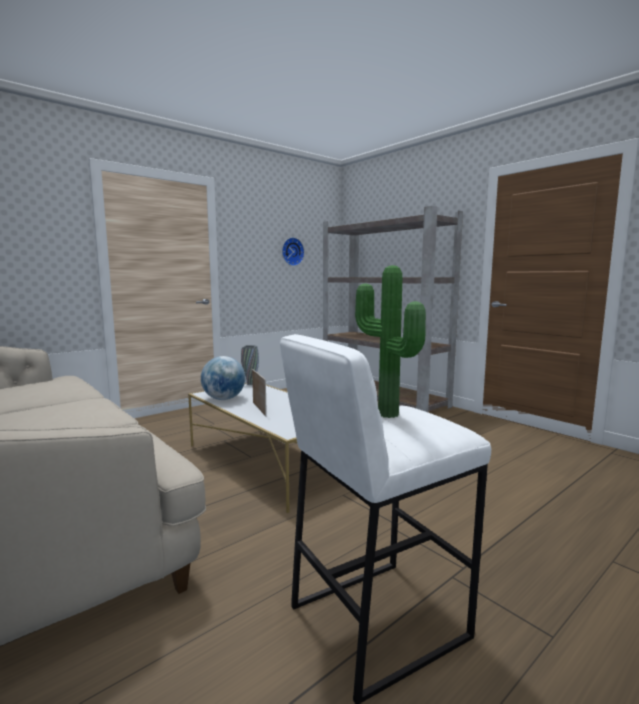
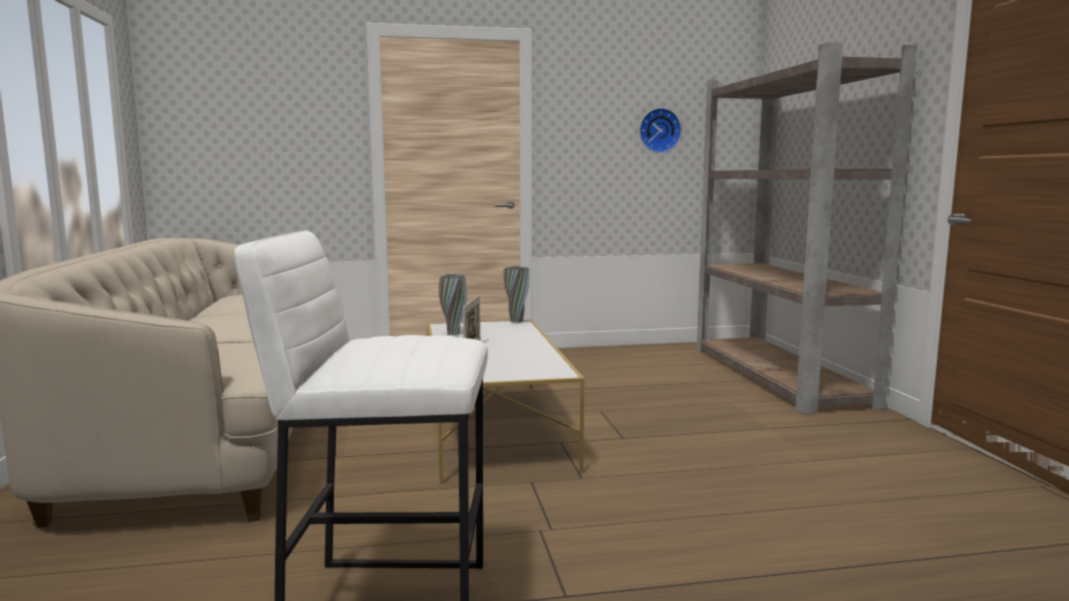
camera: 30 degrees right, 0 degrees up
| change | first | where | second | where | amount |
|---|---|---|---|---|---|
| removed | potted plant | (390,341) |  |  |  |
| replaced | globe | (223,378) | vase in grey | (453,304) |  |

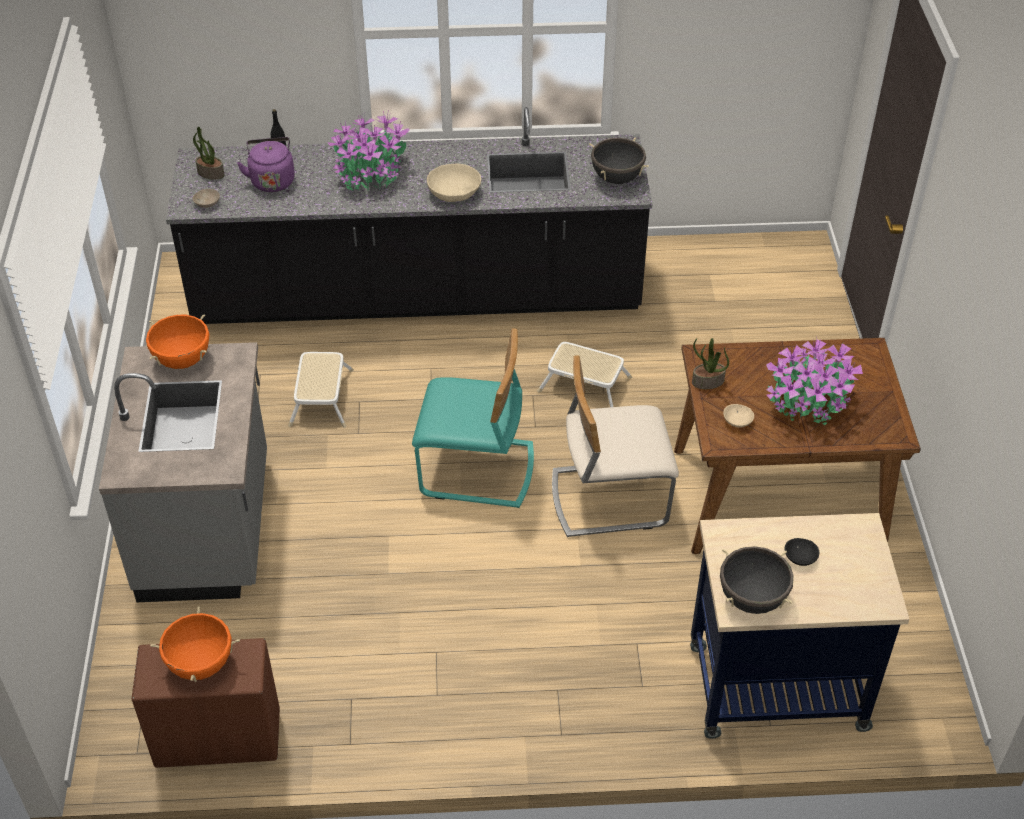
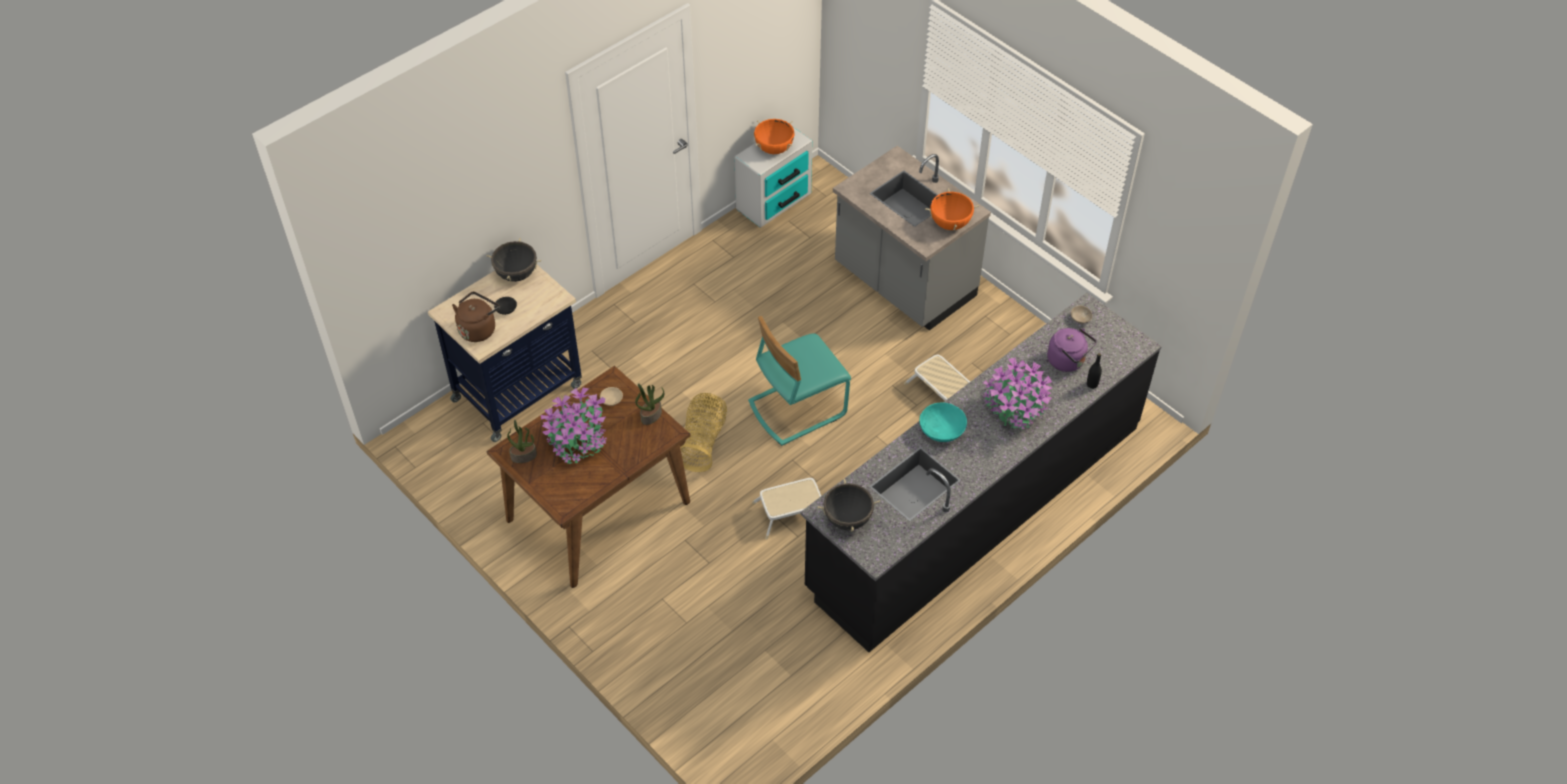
camera: 140 degrees right, 5 degrees up
| change | first | where | second | where | amount |
|---|---|---|---|---|---|
| added |  |  | kettle in brown | (476,317) |  |
| moved | potted plant | (209,153) |  | (522,441) |  |
| replaced | chair in beige | (615,446) | basket | (703,432) |  |
| recoloured | nightstand in brown | (206,703) | nightstand in white | (773,176) |  |
| recoloured | bowl in beige | (454,183) | bowl in turquoise | (943,422) |  |

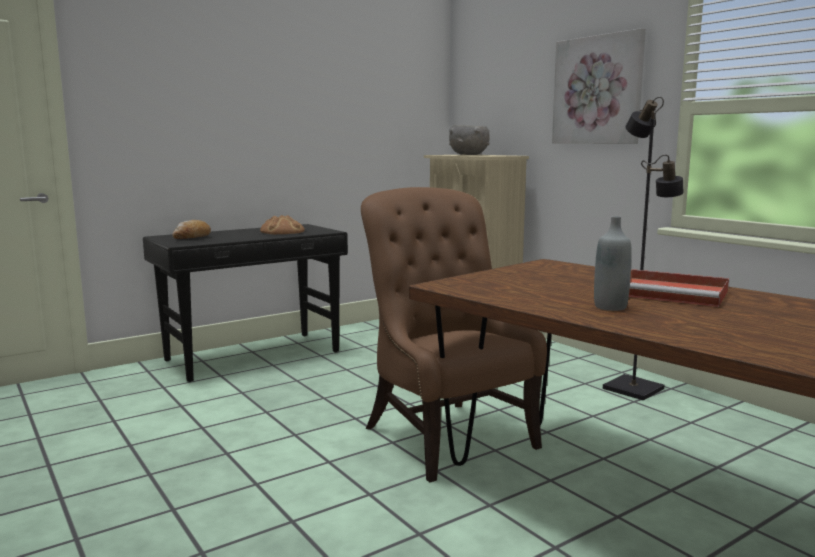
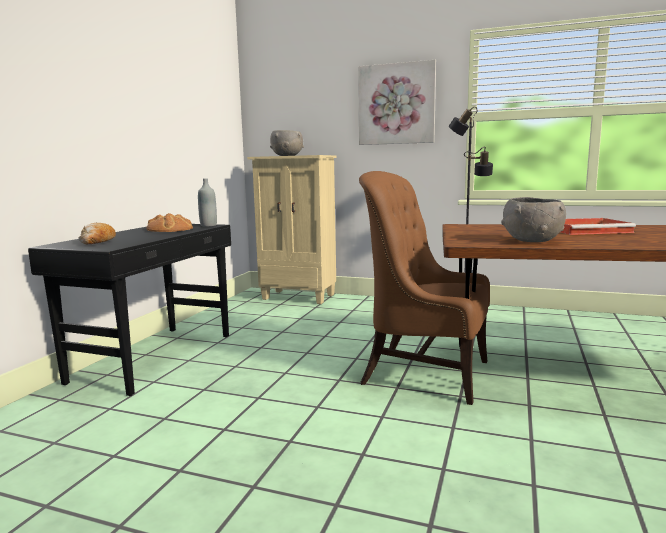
camera: 35 degrees left, 0 degrees up
| change | first | where | second | where | amount |
|---|---|---|---|---|---|
| added |  |  | bowl in grey | (533,219) |  |
| moved | bottle in grey | (613,263) |  | (207,202) |  |

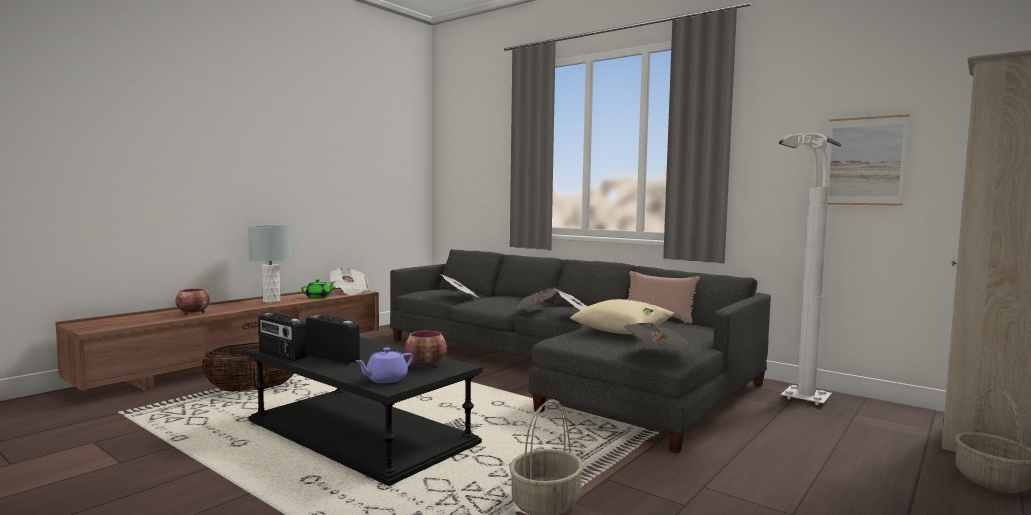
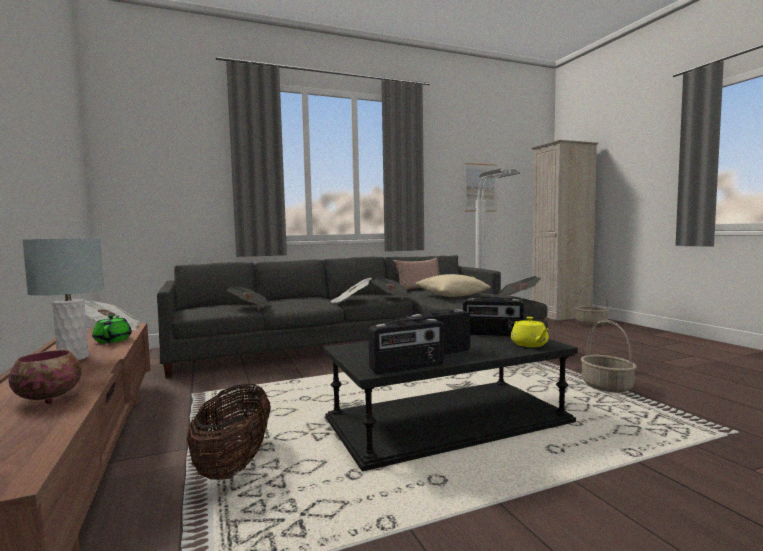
camera: 60 degrees left, 0 degrees up
| change | first | where | second | where | amount |
|---|---|---|---|---|---|
| replaced | bowl | (426,349) | radio | (493,316) |  |
| recoloured | teapot in purple | (384,365) | teapot in yellow | (530,332) |  |

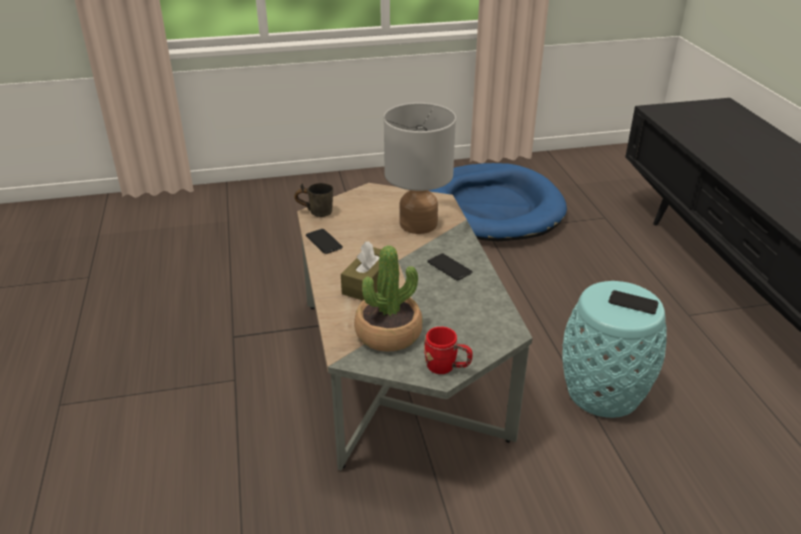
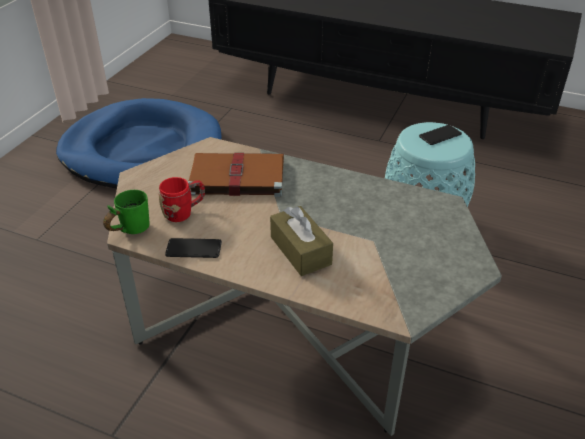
camera: 55 degrees left, 5 degrees up
| change | first | where | second | where | amount |
|---|---|---|---|---|---|
| removed | potted plant | (388,298) |  |  |  |
| removed | phone | (449,266) |  |  |  |
| moved | mug in red | (448,350) |  | (181,199) |  |
| replaced | table lamp in grey | (420,168) | book in brown | (236,175) |  |
| recoloured | mug in grey | (313,200) | mug in green | (126,212) |  |

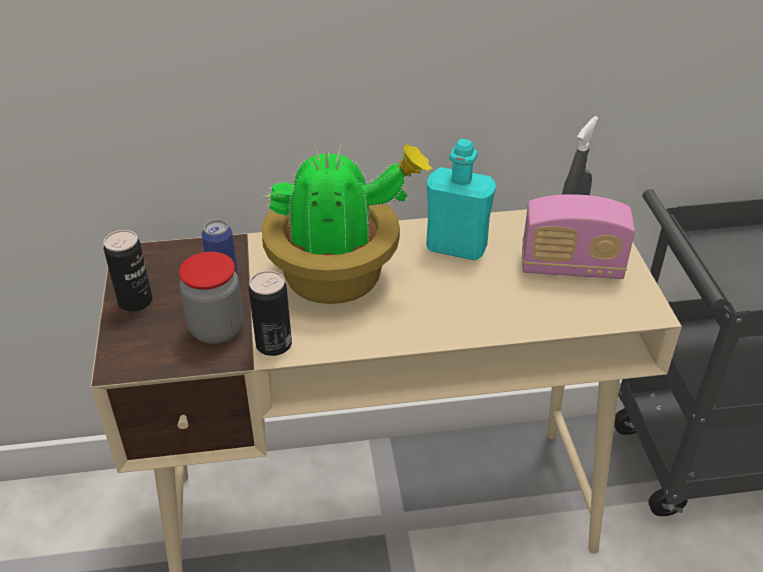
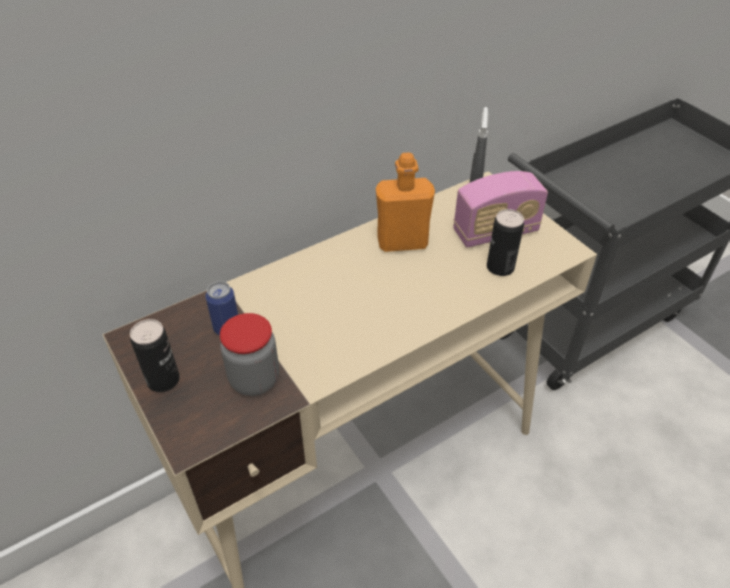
camera: 25 degrees left, 5 degrees up
| change | first | where | second | where | amount |
|---|---|---|---|---|---|
| removed | potted plant | (346,223) |  |  |  |
| moved | can | (270,313) |  | (505,242) |  |
| recoloured | bottle in turquoise | (461,199) | bottle in orange | (405,202) |  |

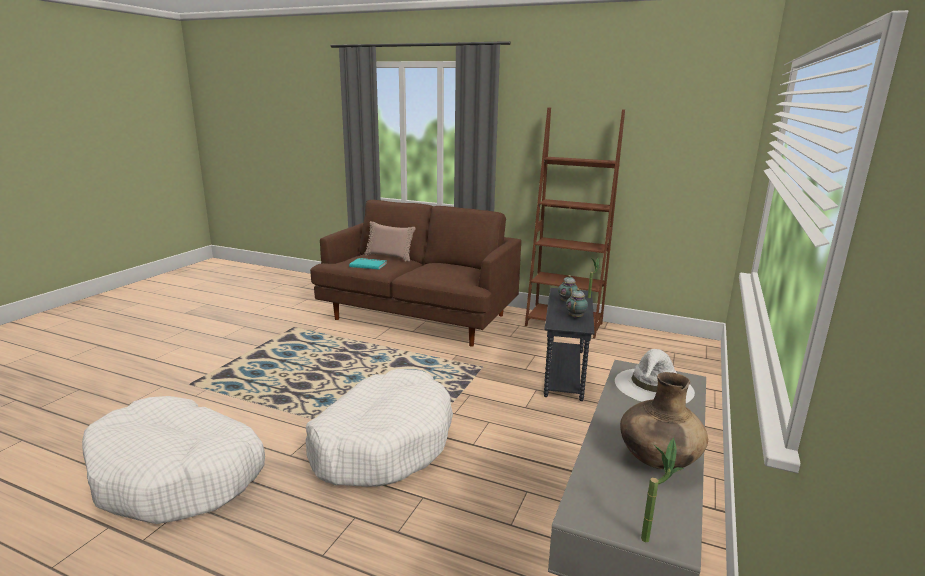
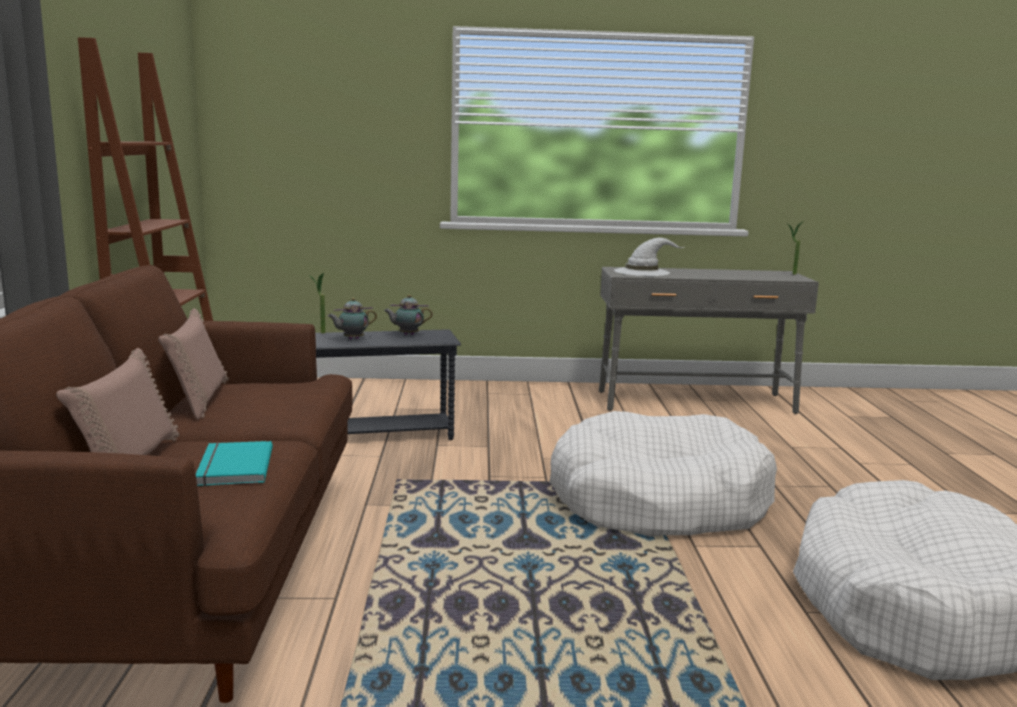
camera: 115 degrees left, 5 degrees down
| change | first | where | second | where | amount |
|---|---|---|---|---|---|
| removed | vase in brown | (664,420) |  |  |  |
| added |  |  | pillow in beige | (193,364) |  |

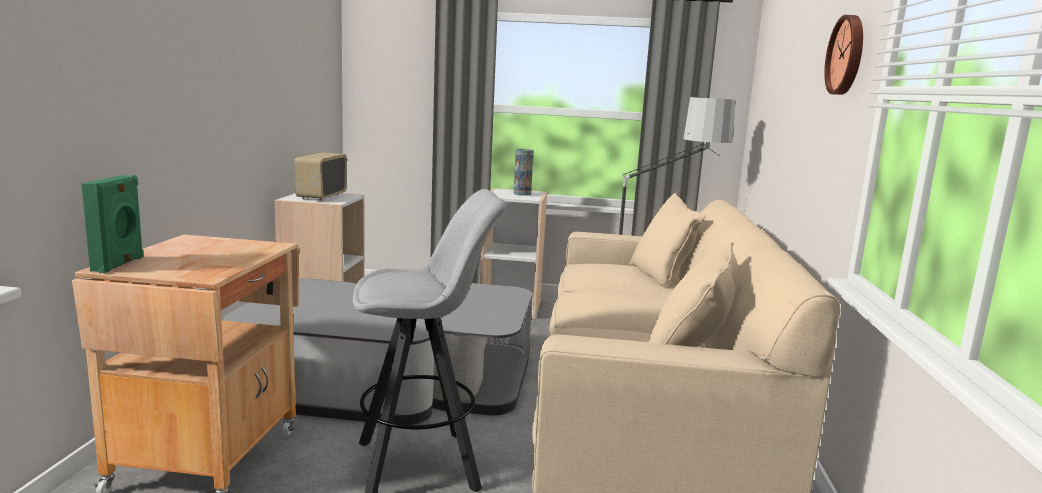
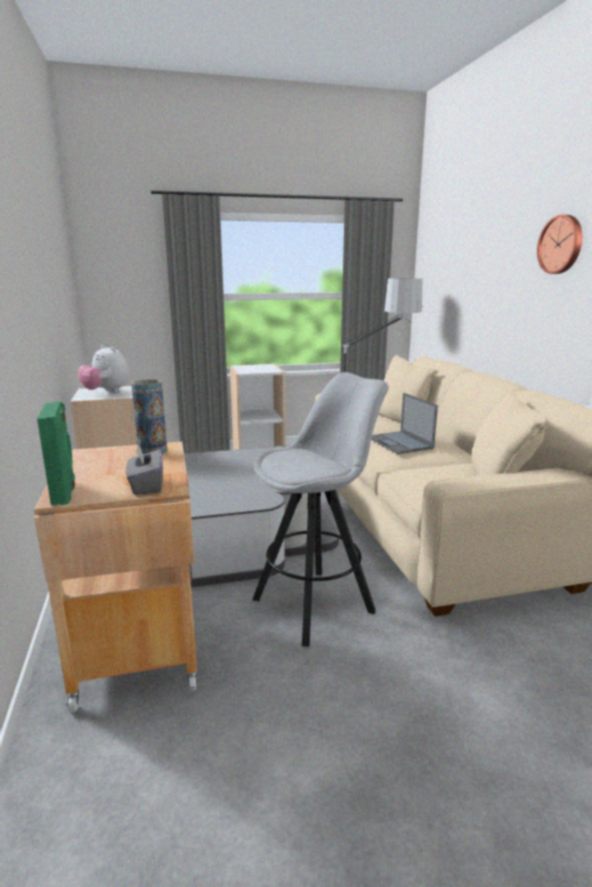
camera: 20 degrees left, 5 degrees up
| change | first | where | second | where | amount |
|---|---|---|---|---|---|
| added |  |  | tissue box in grey | (144,469) |  |
| added |  |  | laptop | (404,423) |  |
| moved | vase | (524,172) |  | (149,416) |  |
| replaced | radio | (320,176) | plush toy | (103,369) |  |

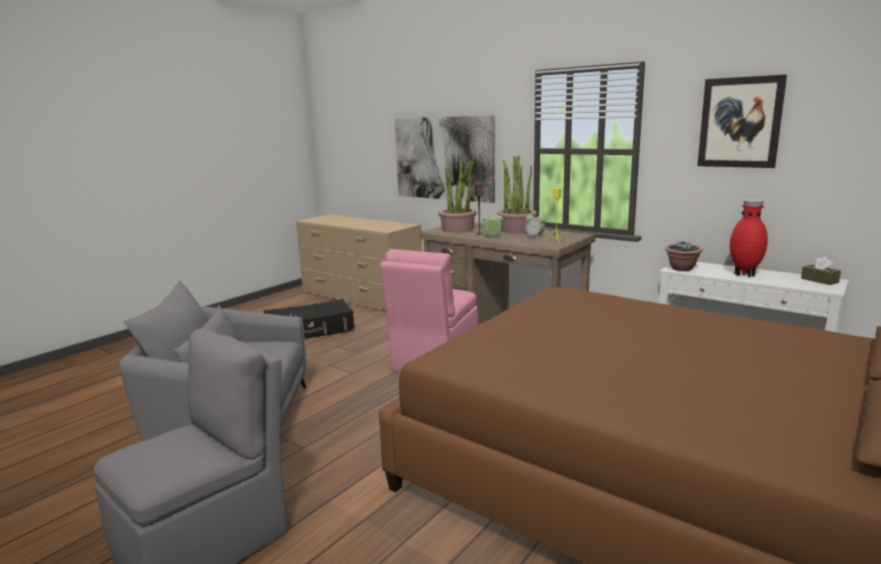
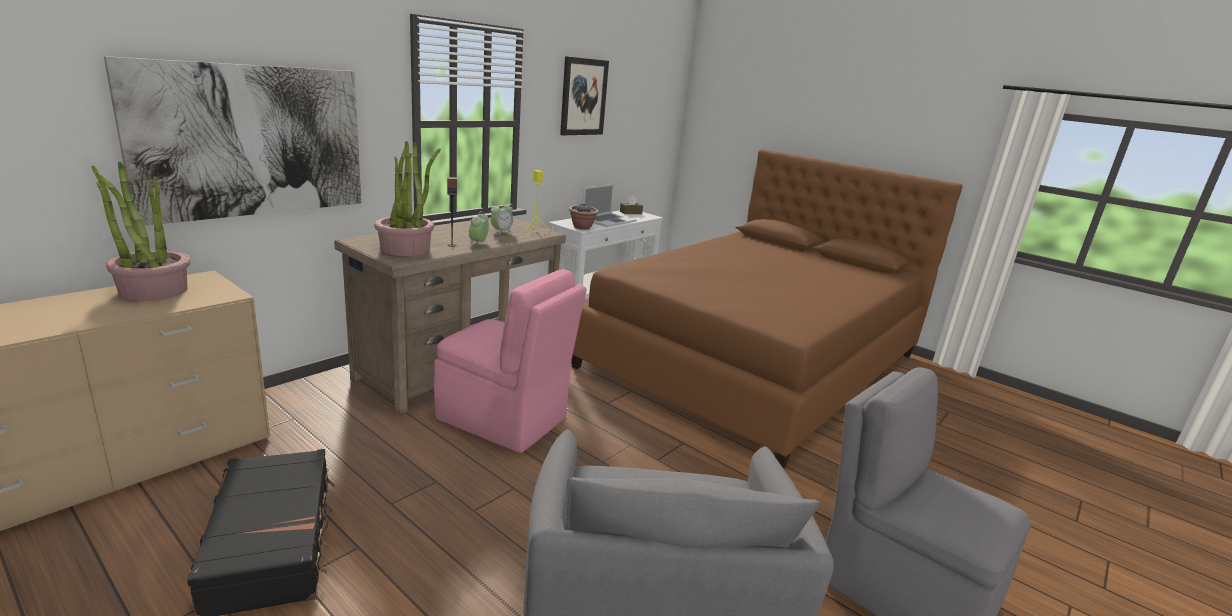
camera: 90 degrees left, 5 degrees up
| change | first | where | second | where | amount |
|---|---|---|---|---|---|
| moved | potted plant | (517,194) |  | (141,231) |  |
| replaced | vase in red | (749,238) | laptop | (609,205) |  |

